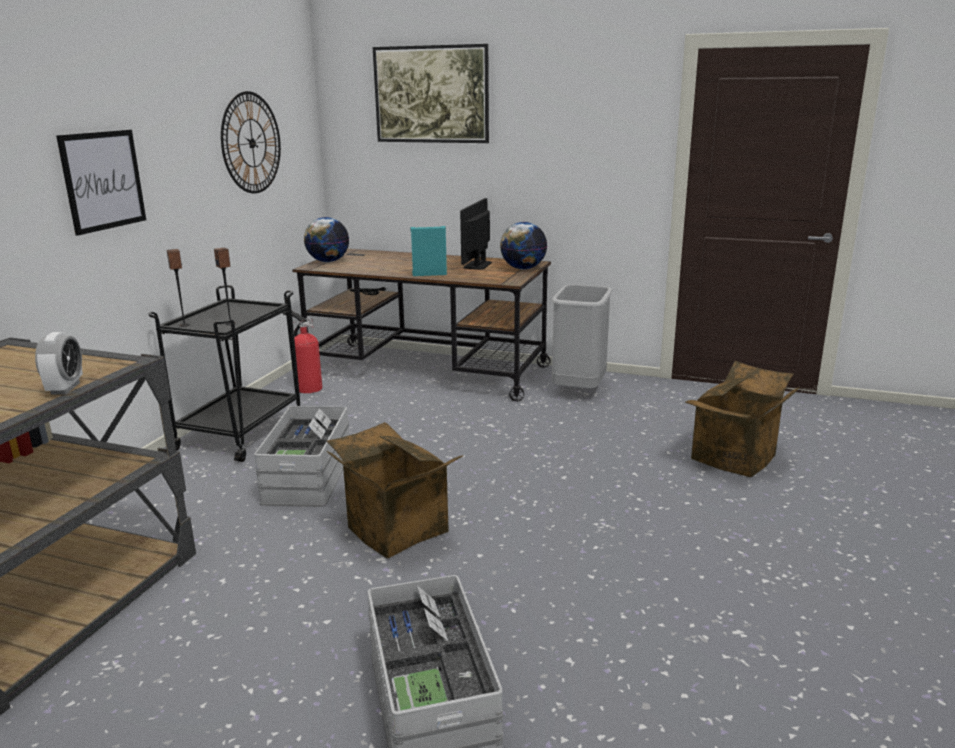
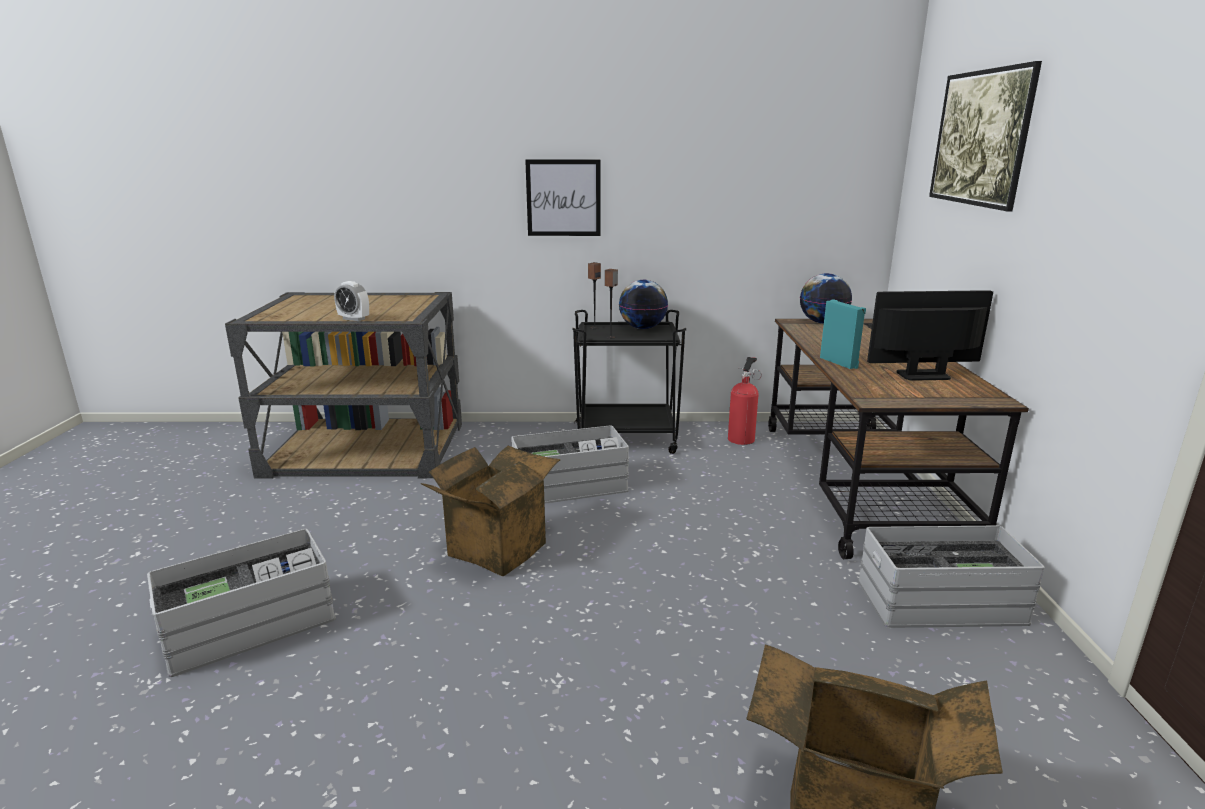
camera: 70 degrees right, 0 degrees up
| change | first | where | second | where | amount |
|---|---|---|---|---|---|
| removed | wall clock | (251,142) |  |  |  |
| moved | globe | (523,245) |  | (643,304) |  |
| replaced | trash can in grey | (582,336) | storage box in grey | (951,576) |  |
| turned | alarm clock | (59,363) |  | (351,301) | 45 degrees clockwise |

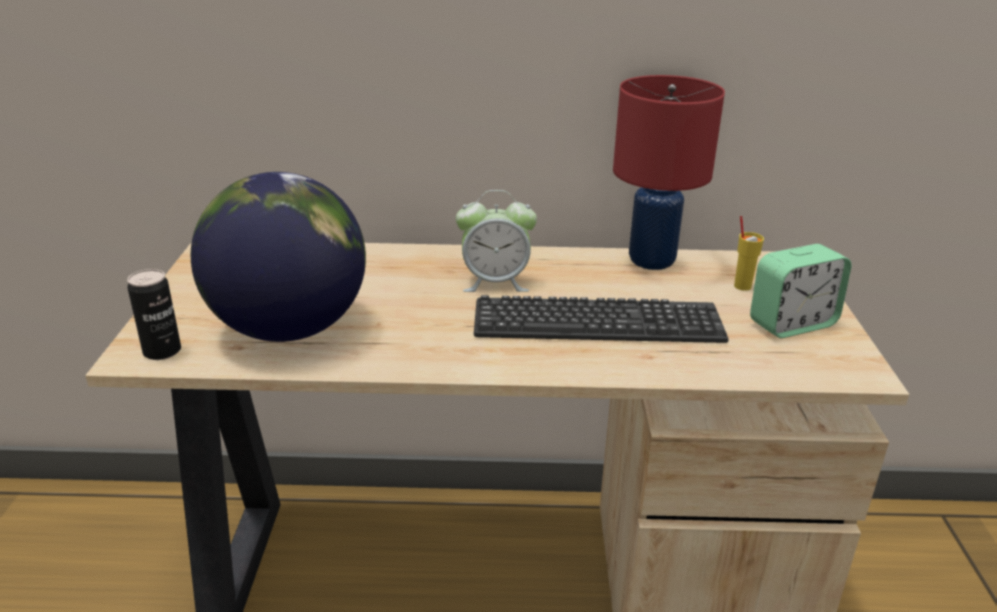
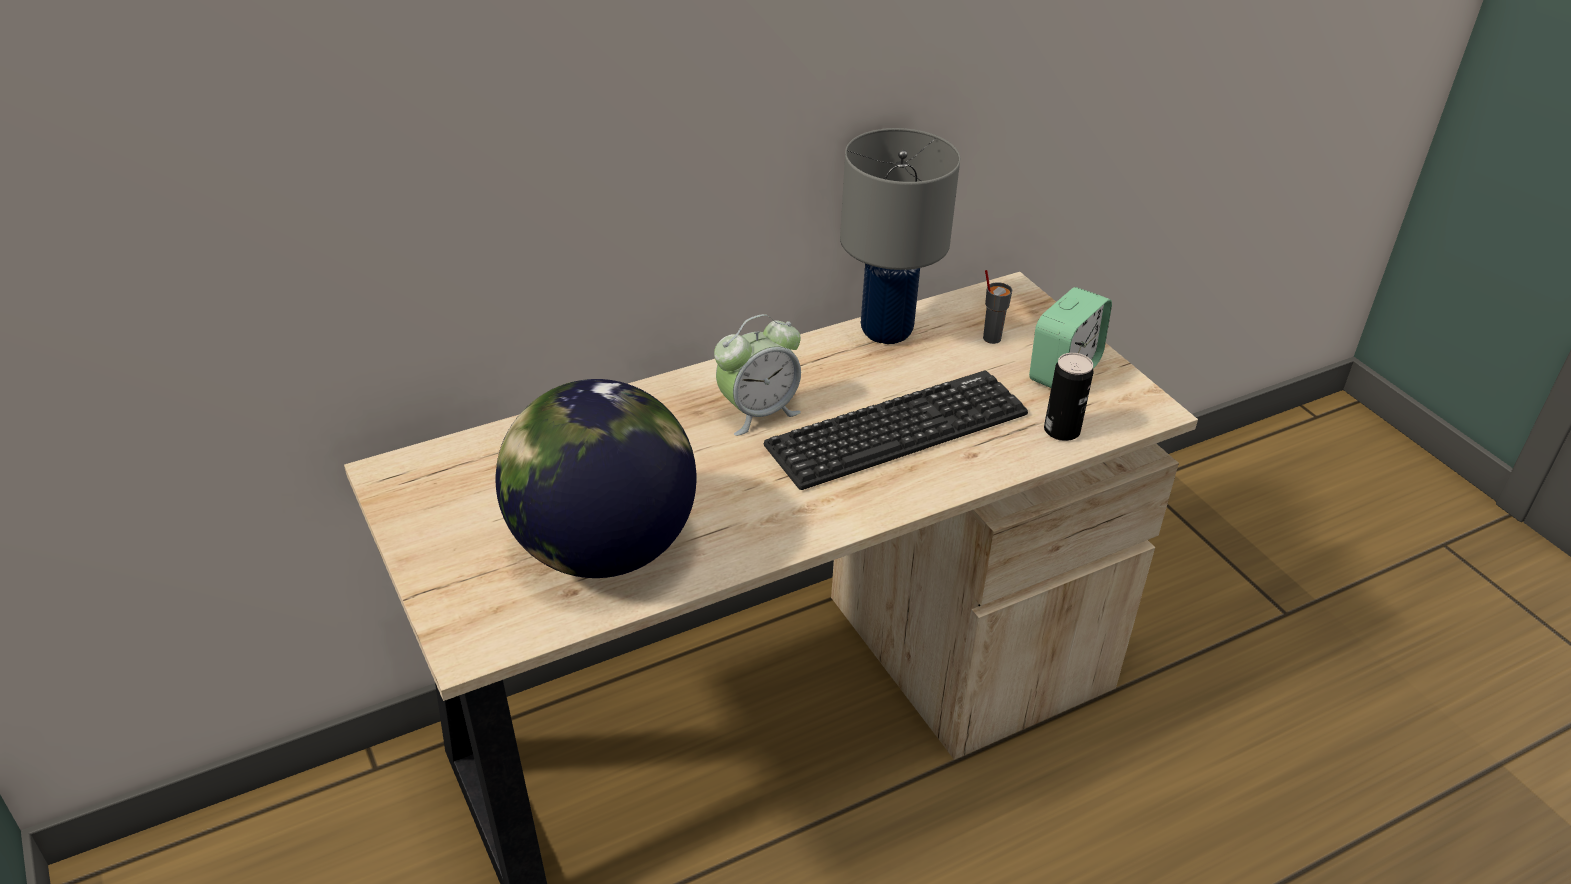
camera: 30 degrees left, 10 degrees up
| change | first | where | second | where | amount |
|---|---|---|---|---|---|
| moved | can | (154,314) |  | (1068,397) |  |
| recoloured | table lamp in red | (669,172) | table lamp in grey | (900,236) |  |
| recoloured | cup in yellow | (749,253) | cup in grey | (997,307) |  |

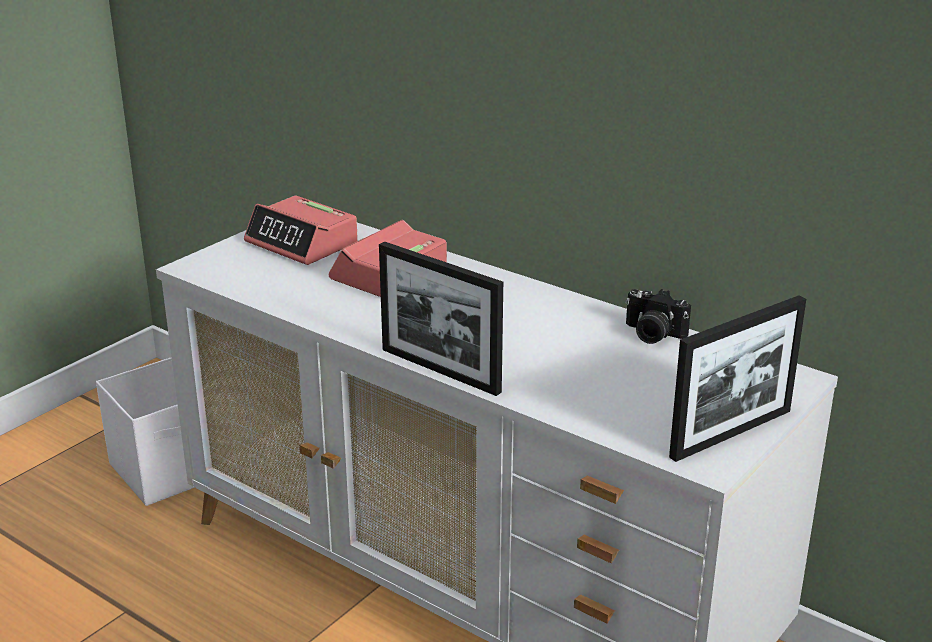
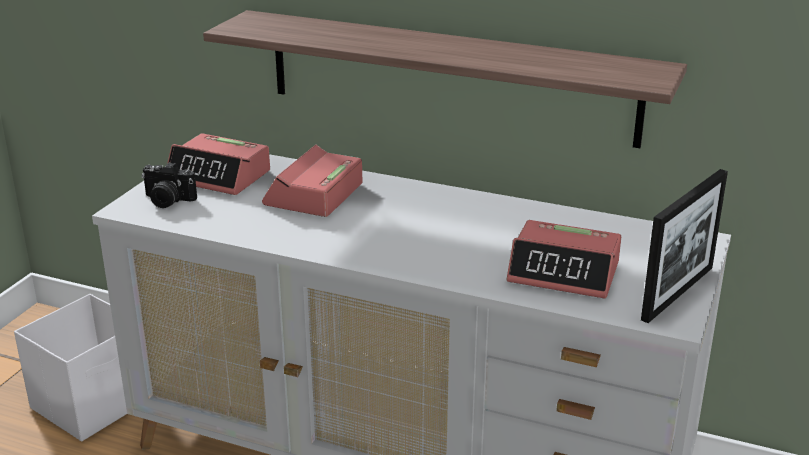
camera: 15 degrees left, 0 degrees up
| change | first | where | second | where | amount |
|---|---|---|---|---|---|
| removed | picture frame | (441,319) |  |  |  |
| added |  |  | shelf | (445,79) |  |
| added |  |  | alarm clock | (564,259) |  |
| moved | photo camera | (658,316) |  | (169,185) |  |

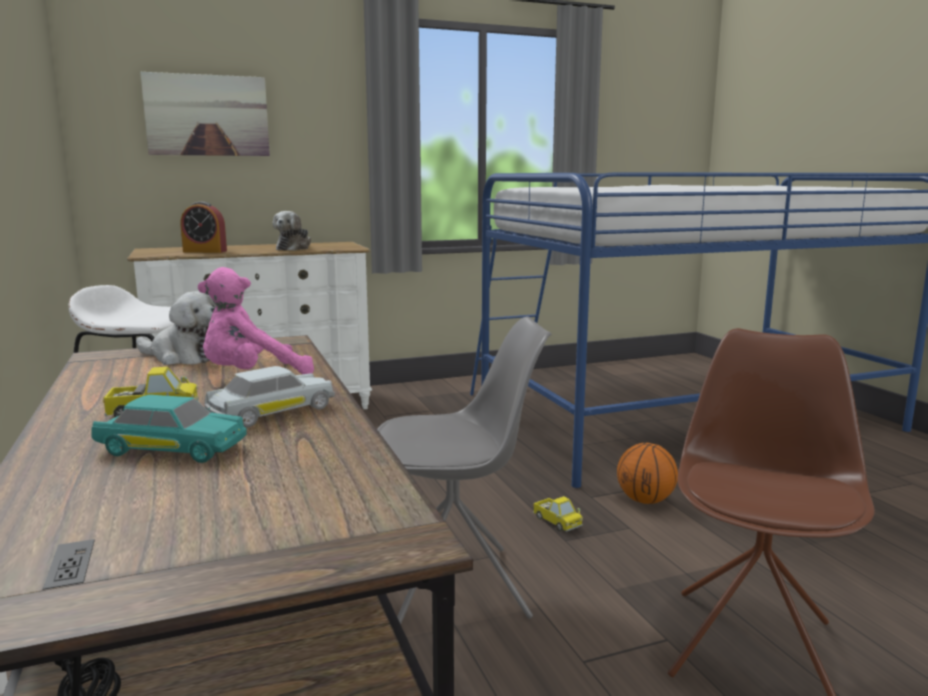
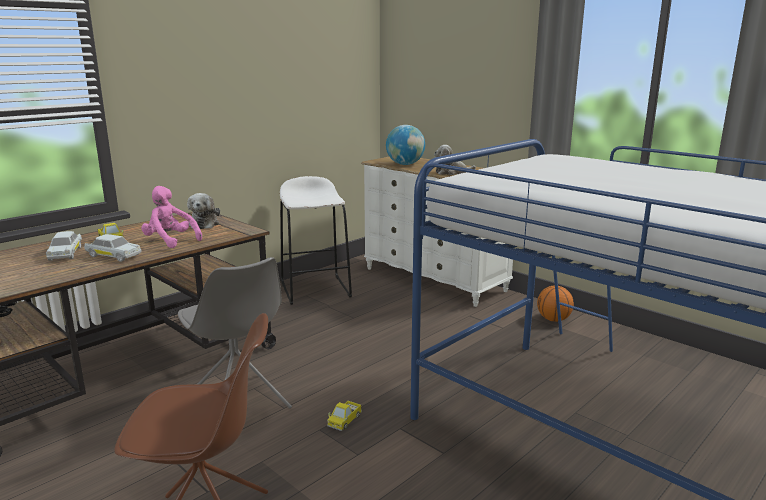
camera: 65 degrees right, 5 degrees up
| change | first | where | second | where | amount |
|---|---|---|---|---|---|
| removed | picture | (205,114) |  |  |  |
| moved | basketball | (647,473) |  | (555,303) |  |
| replaced | alarm clock | (203,227) | globe | (405,145) |  |
| recoloured | toy car in turquoise | (169,429) | toy car in white | (64,246) |  |

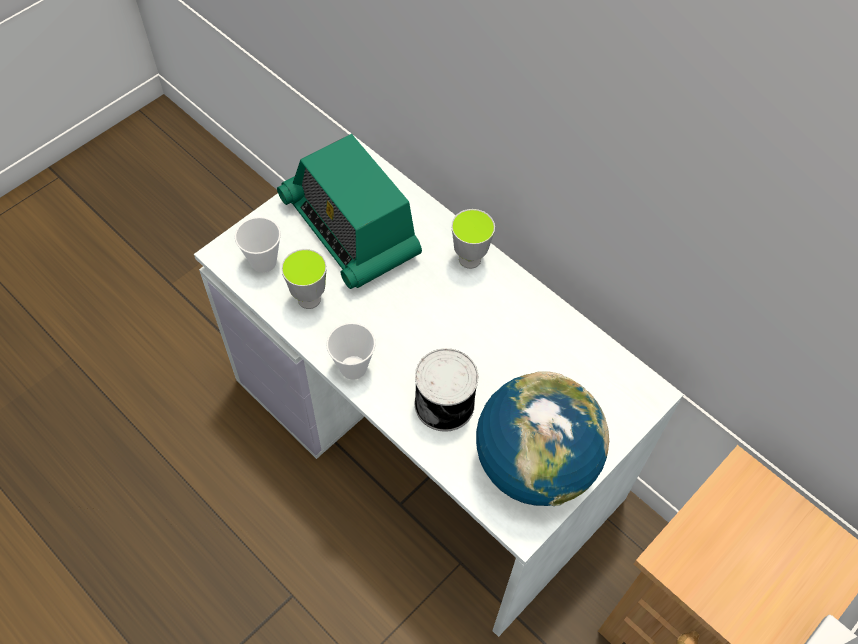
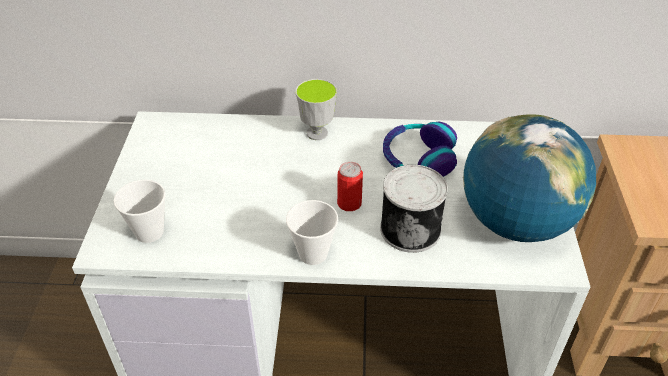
camera: 40 degrees left, 15 degrees down
| change | first | where | second | where | amount |
|---|---|---|---|---|---|
| removed | radio | (349,211) |  |  |  |
| removed | cup | (304,279) |  |  |  |
| added |  |  | can | (350,186) |  |
| added |  |  | headphones | (420,149) |  |

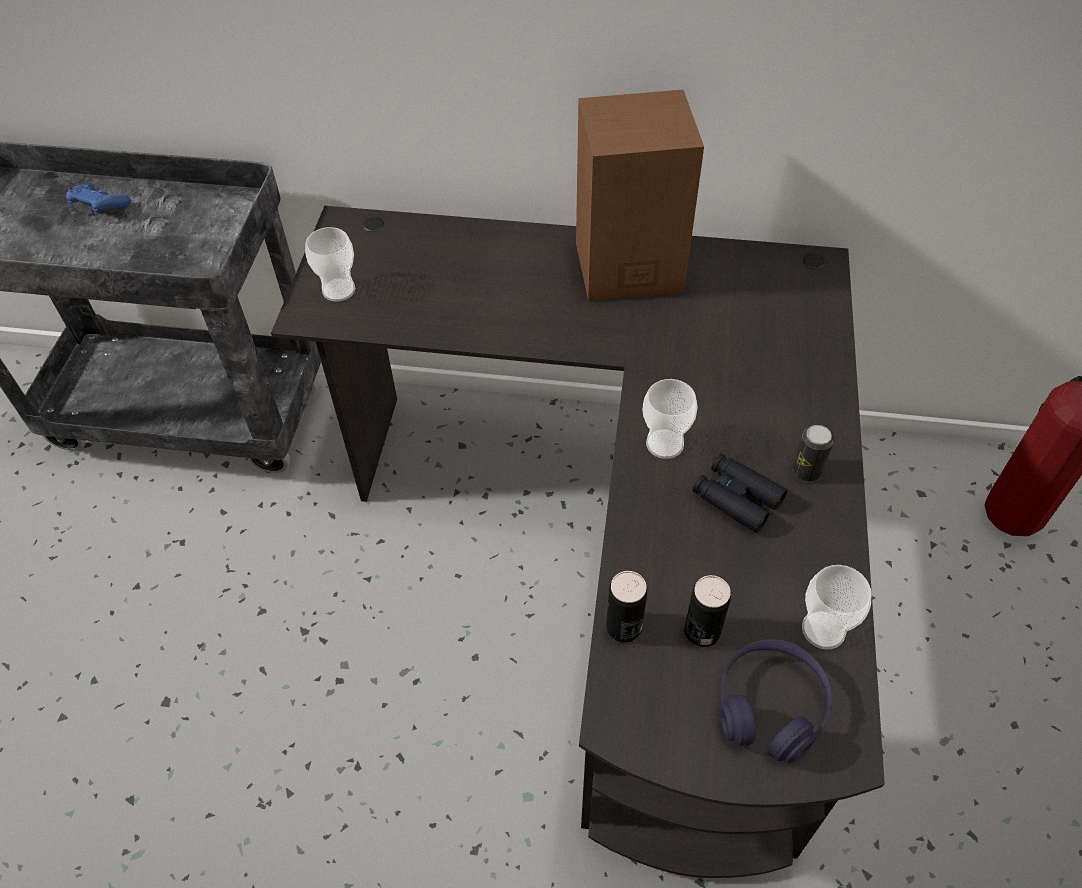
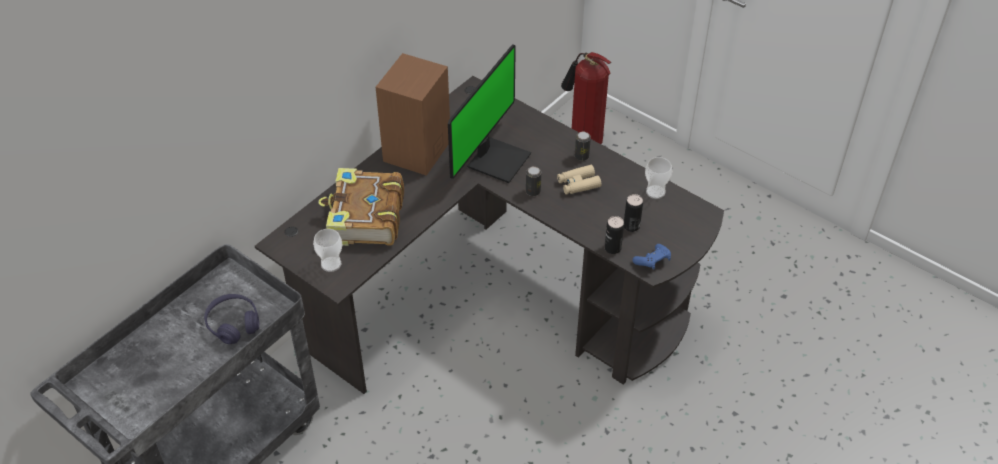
camera: 60 degrees left, 5 degrees down
| change | first | where | second | where | amount |
|---|---|---|---|---|---|
| added |  |  | book | (361,207) |  |
| added |  |  | monitor | (489,113) |  |
| moved | game controller in blue | (98,199) |  | (652,256) |  |
| moved | headphones in purple | (776,701) |  | (231,319) |  |
| replaced | cup | (670,419) | can | (533,181) |  |
| recoloured | binoculars in black | (739,493) | binoculars in beige | (579,180) |  |

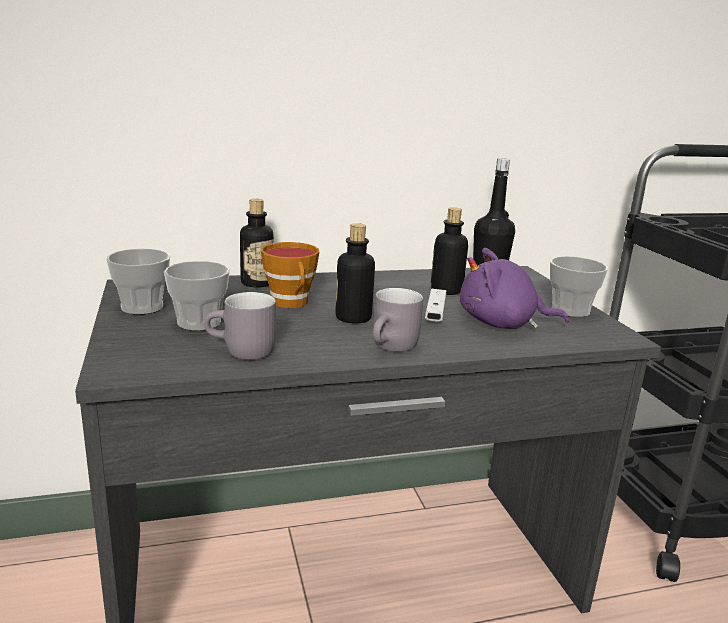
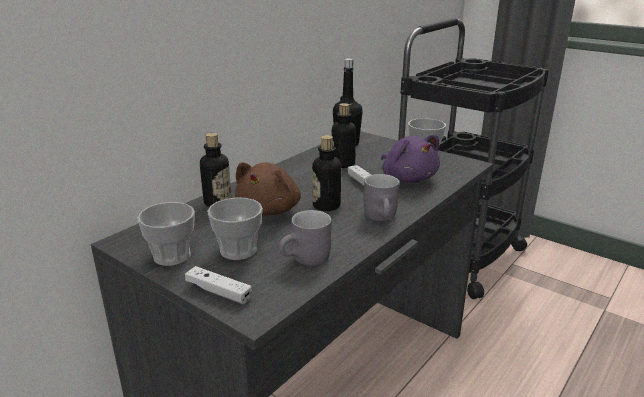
camera: 35 degrees left, 5 degrees up
| change | first | where | second | where | amount |
|---|---|---|---|---|---|
| added |  |  | game controller in white | (218,285) |  |
| replaced | cup | (290,275) | plush toy in brown | (268,188) |  |
| turned | plush toy in purple | (514,288) |  | (410,158) | 90 degrees counterclockwise |

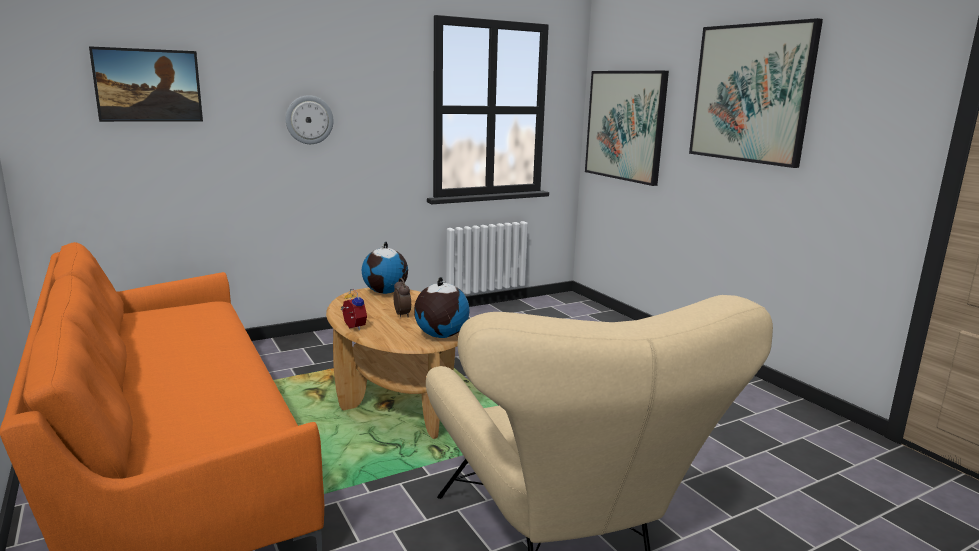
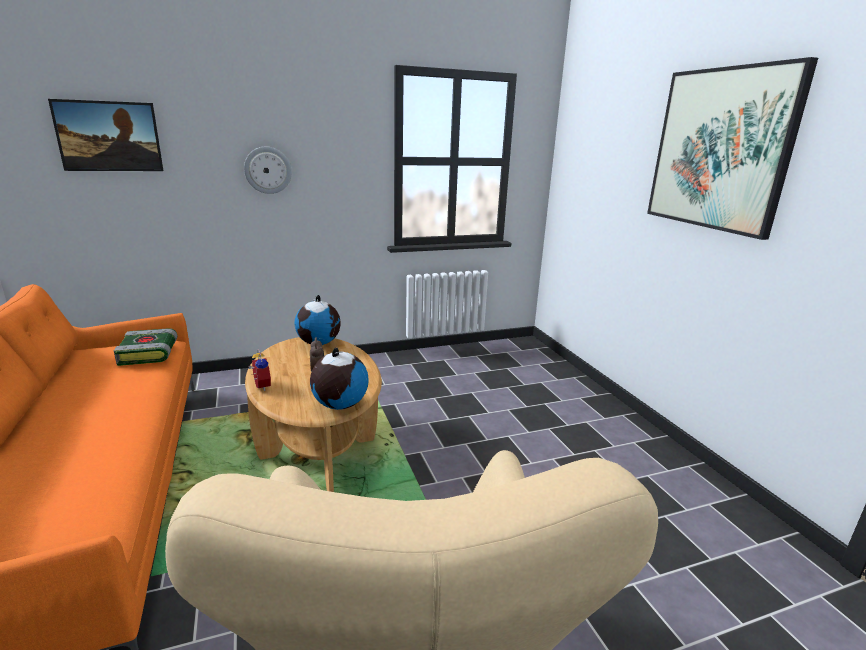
camera: 10 degrees right, 5 degrees up
| change | first | where | second | where | amount |
|---|---|---|---|---|---|
| removed | picture | (627,128) |  |  |  |
| added |  |  | book | (145,347) |  |

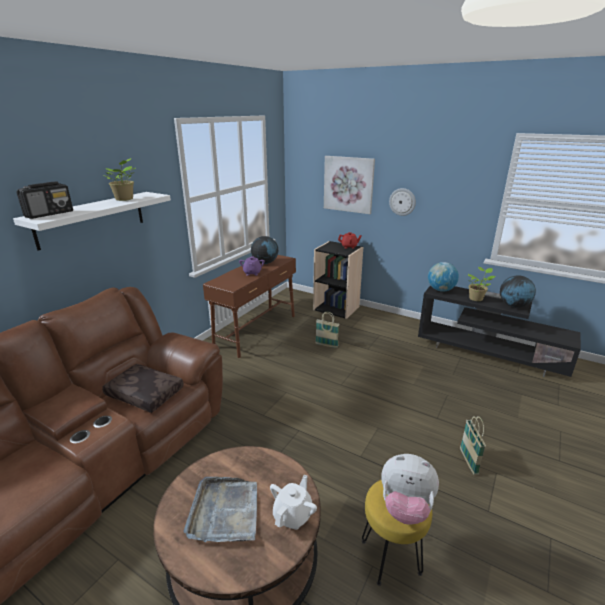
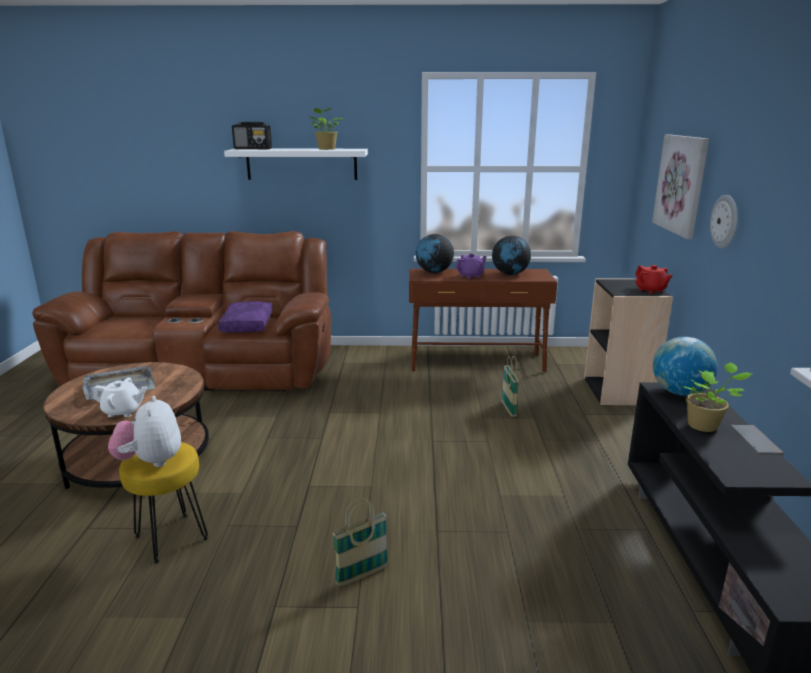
camera: 60 degrees right, 5 degrees down
| change | first | where | second | where | amount |
|---|---|---|---|---|---|
| moved | globe | (518,291) |  | (435,253) |  |
| recoloured | pillow in brown | (143,388) | pillow in purple | (245,317) |  |

